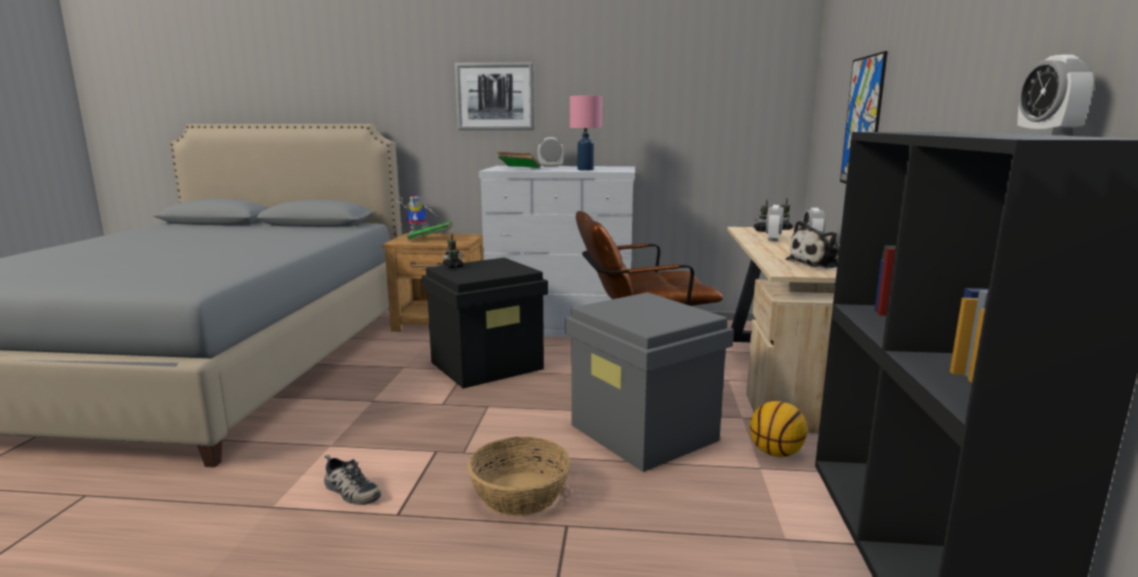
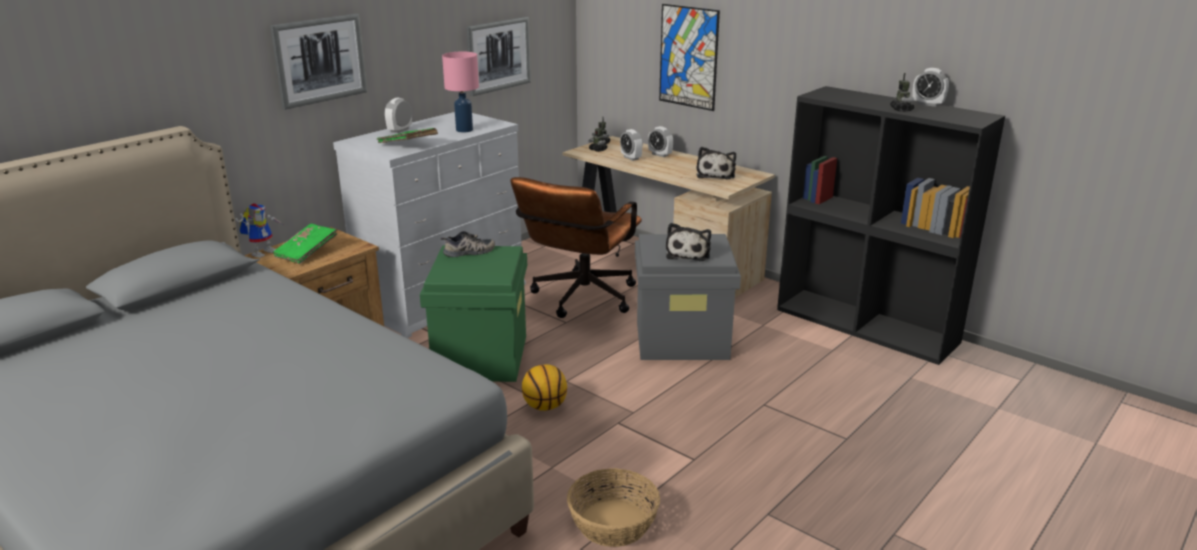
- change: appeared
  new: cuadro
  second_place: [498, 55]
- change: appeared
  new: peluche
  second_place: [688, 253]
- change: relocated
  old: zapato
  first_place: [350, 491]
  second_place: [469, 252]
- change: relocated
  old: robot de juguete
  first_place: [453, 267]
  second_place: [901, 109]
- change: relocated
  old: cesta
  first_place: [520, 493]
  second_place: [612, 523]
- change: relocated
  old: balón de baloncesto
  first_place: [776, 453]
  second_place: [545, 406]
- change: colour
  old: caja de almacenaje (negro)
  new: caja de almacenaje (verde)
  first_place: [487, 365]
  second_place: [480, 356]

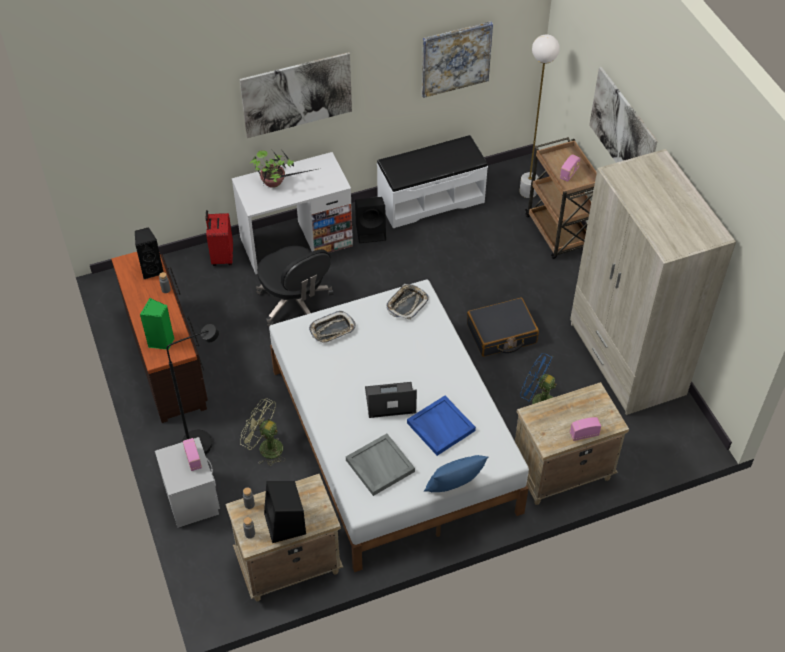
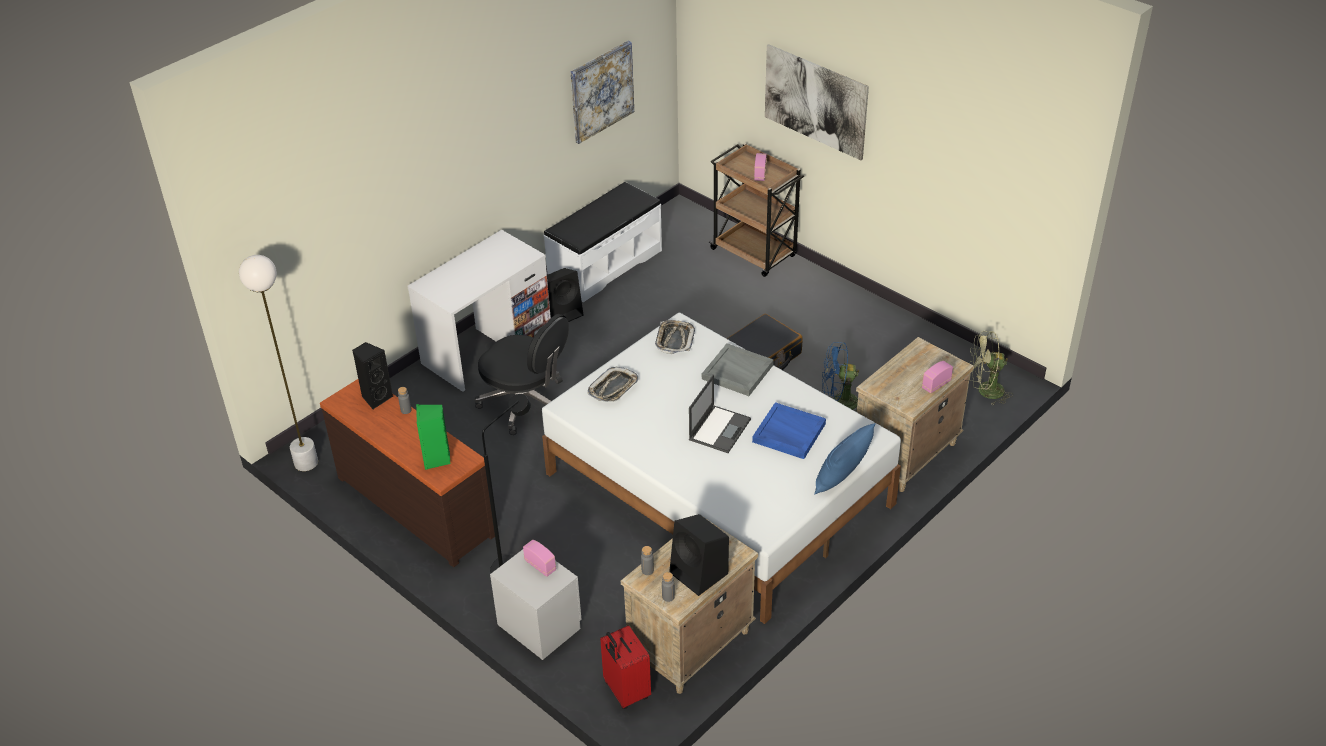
- change: missing
  old: cuadro
  first_place: [297, 94]
- change: missing
  old: planta en maceta
  first_place: [275, 183]
- change: missing
  old: armario ropero (beis)
  first_place: [626, 359]
- change: relocated
  old: maleta (rojo)
  first_place: [221, 256]
  second_place: [625, 691]
- change: relocated
  old: ventilador (verde)
  first_place: [265, 447]
  second_place: [985, 391]
- change: relocated
  old: bandeja (gris)
  first_place: [379, 465]
  second_place: [736, 372]
- change: relocated
  old: lámpara de pie (blanco)
  first_place: [528, 192]
  second_place: [306, 463]
- change: spun
  old: portátil
  first_place: [389, 400]
  second_place: [720, 429]
  degrees: 150

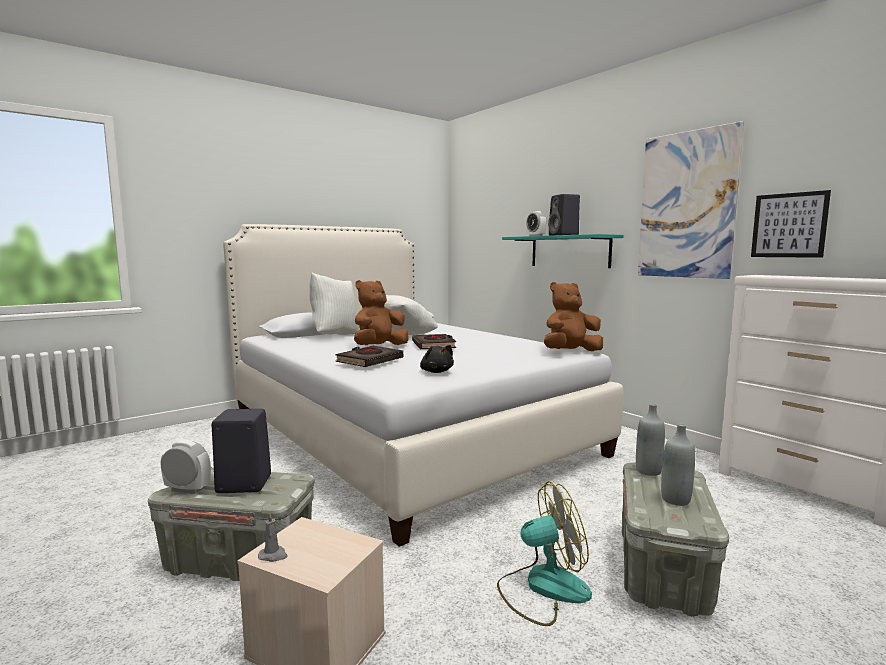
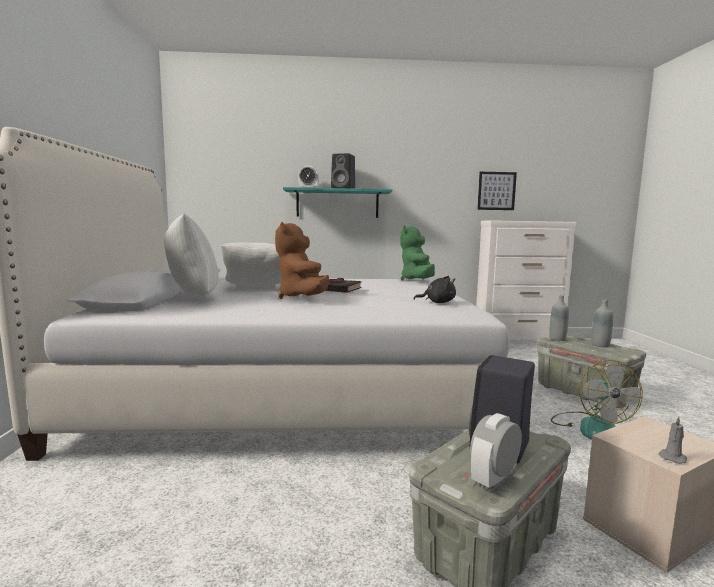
- change: missing
  old: libro (negro)
  first_place: [369, 361]
- change: missing
  old: cuadro
  first_place: [686, 205]
- change: colour
  old: peluche (marrón)
  new: peluche (verde)
  first_place: [570, 352]
  second_place: [418, 281]
- change: spun
  old: ventilador
  first_place: [543, 588]
  second_place: [590, 426]
  degrees: 150

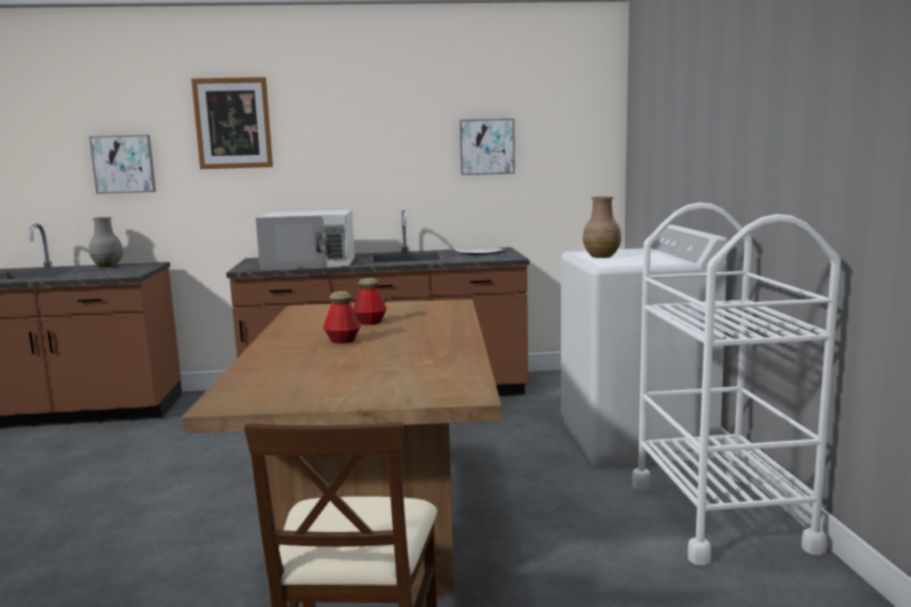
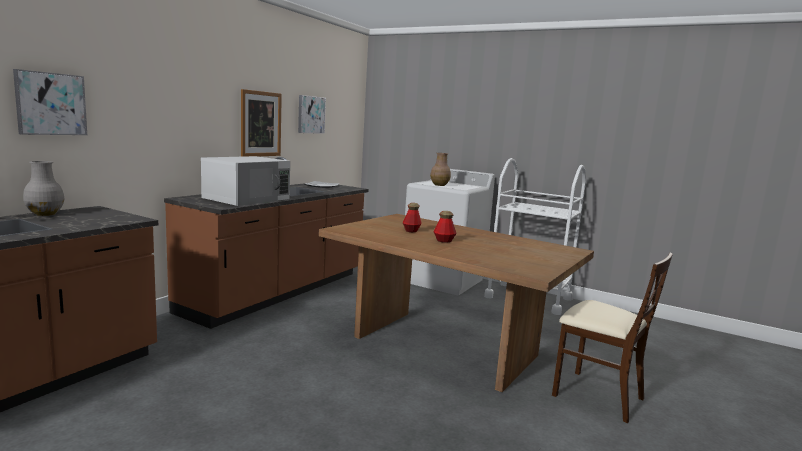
- change: relocated
  old: cuadro
  first_place: [233, 123]
  second_place: [261, 124]

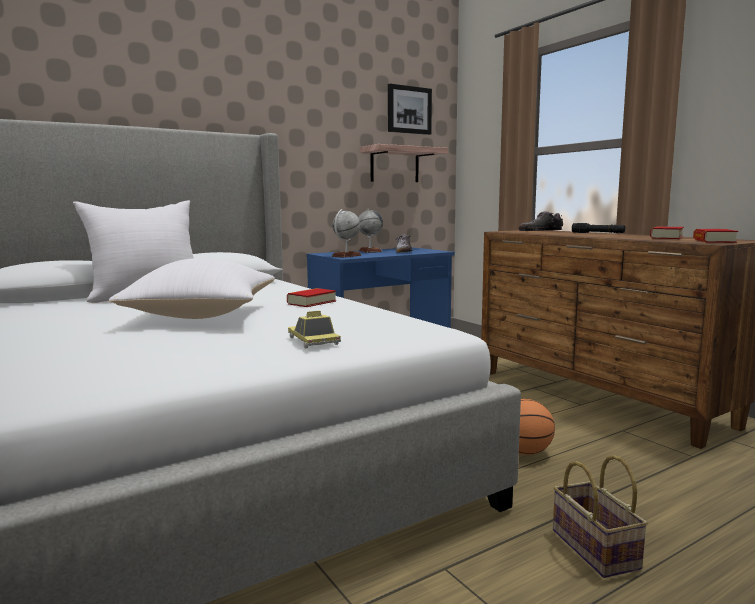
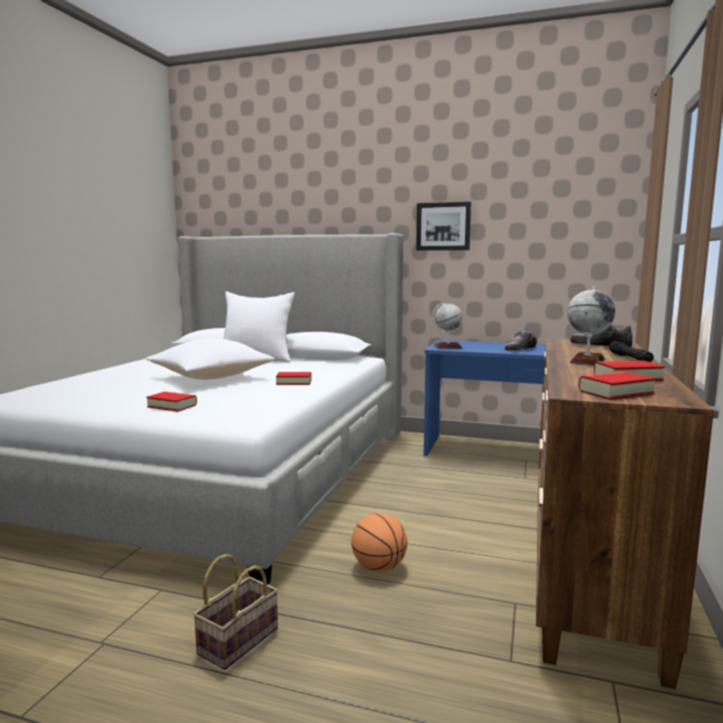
- change: missing
  old: estante
  first_place: [394, 165]
- change: relocated
  old: globo terráqueo
  first_place: [370, 251]
  second_place: [587, 361]
- change: relocated
  old: cuadro
  first_place: [409, 110]
  second_place: [443, 226]
- change: exchanged
  old: coche de juguete
  new: libro
  first_place: [313, 341]
  second_place: [172, 406]

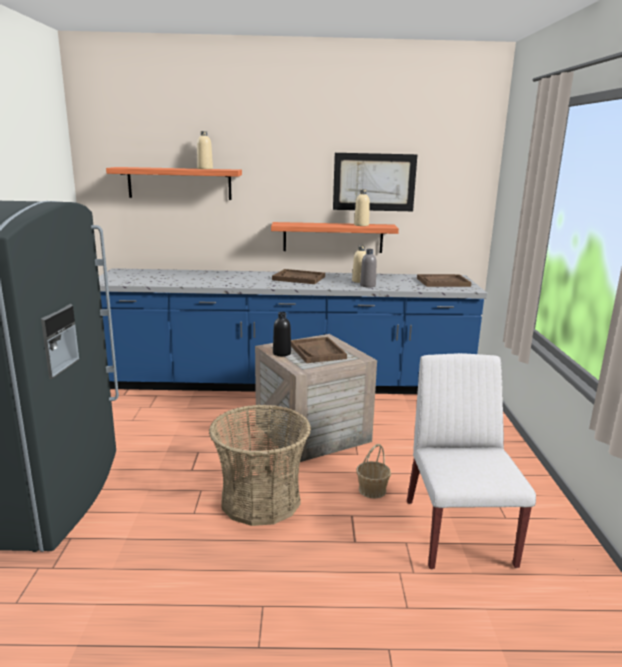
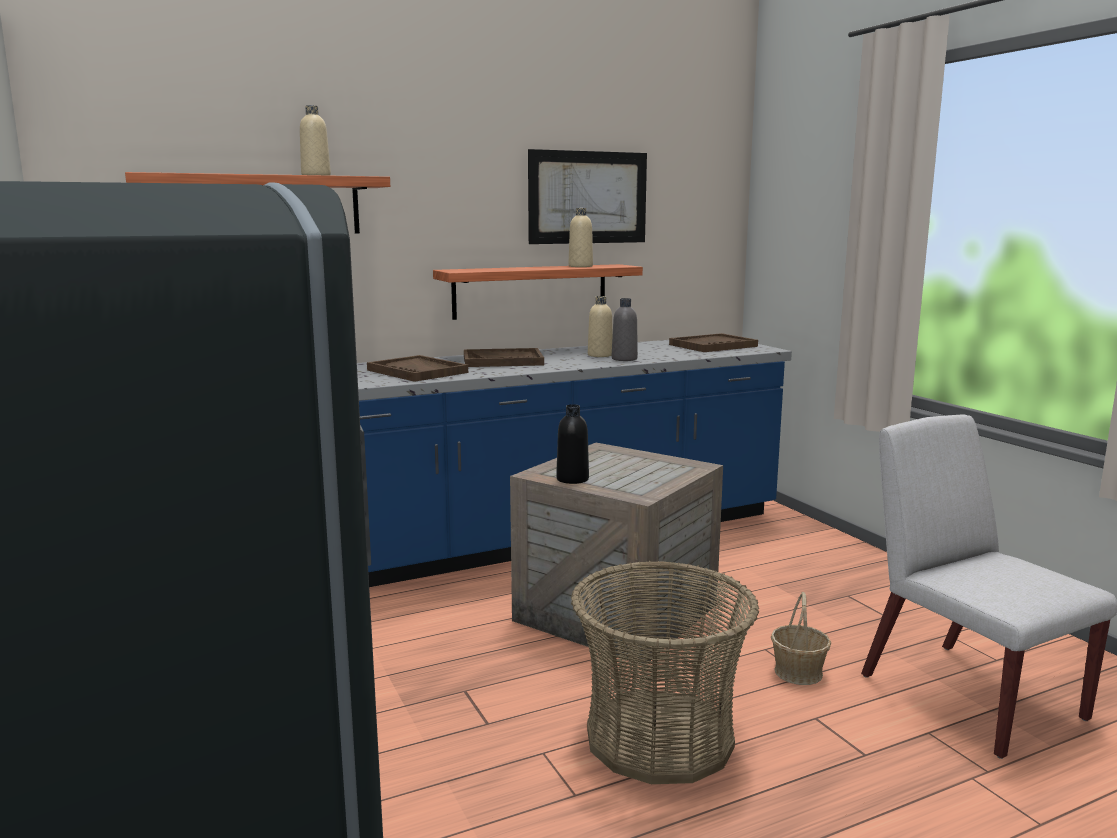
- change: relocated
  old: bandeja (marrón)
  first_place: [317, 351]
  second_place: [417, 371]

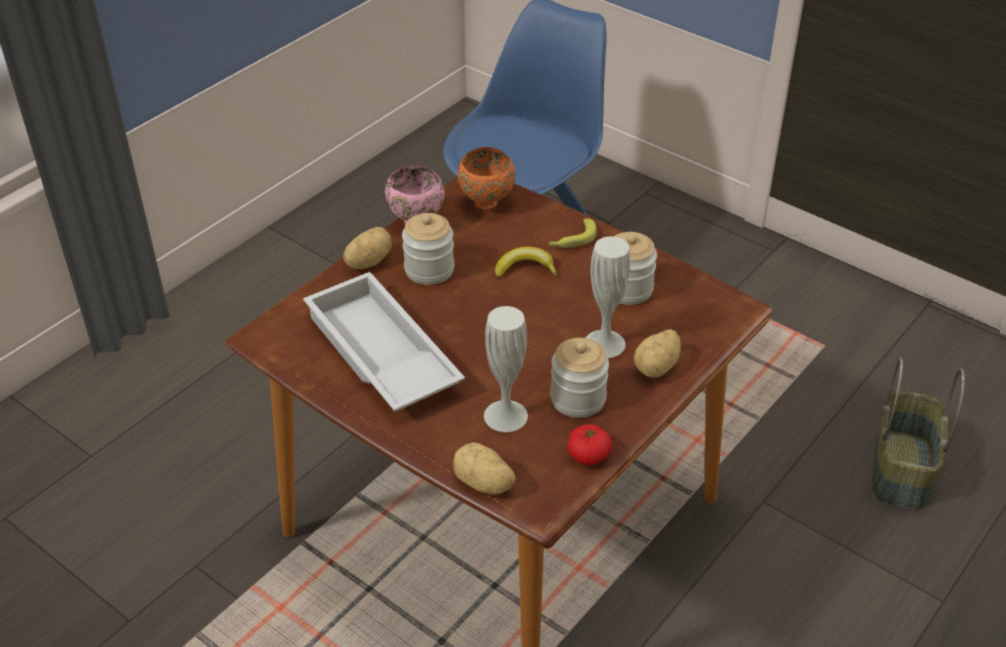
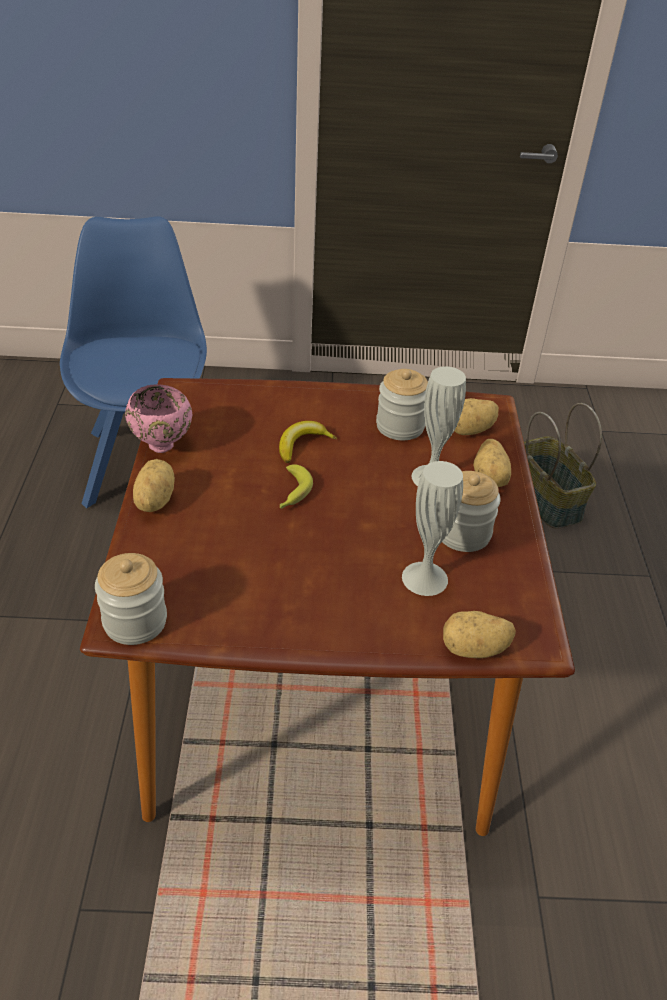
- change: missing
  old: bandeja (blanco)
  first_place: [379, 355]
- change: missing
  old: cuenco (naranja)
  first_place: [487, 204]
- change: missing
  old: tomate
  first_place: [588, 455]
- change: appeared
  new: patata
  second_place: [470, 430]
- change: relocated
  old: tarro
  first_place: [429, 270]
  second_place: [135, 621]
- change: relocated
  old: plátano
  first_place: [572, 240]
  second_place: [291, 493]

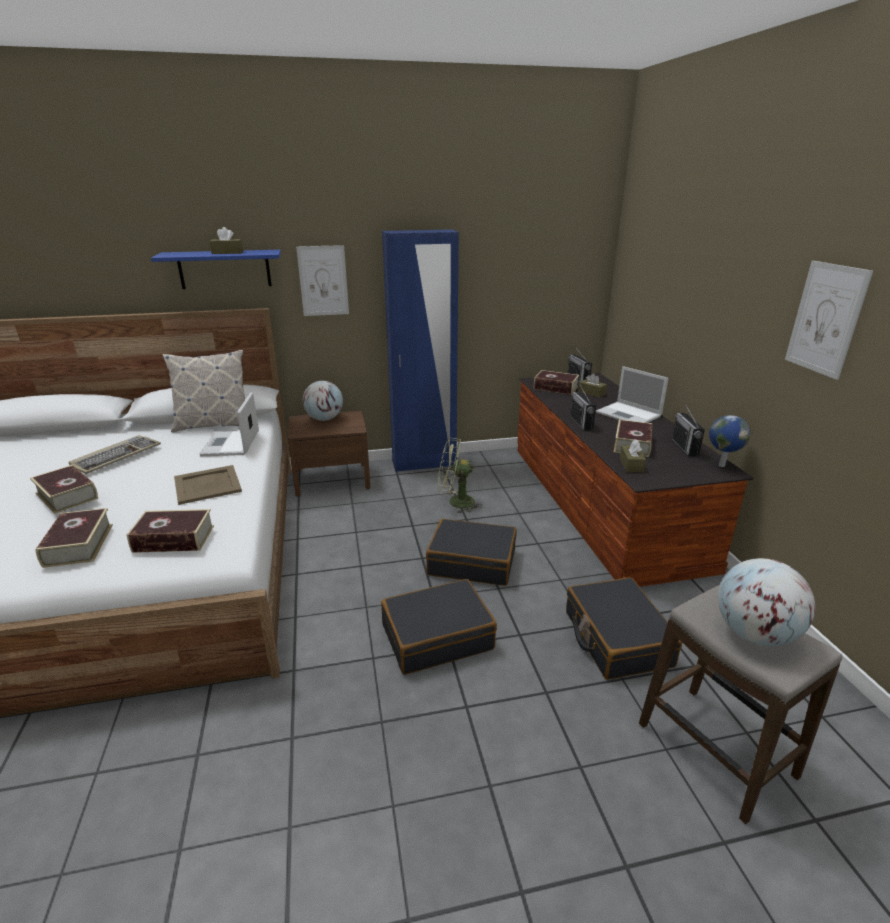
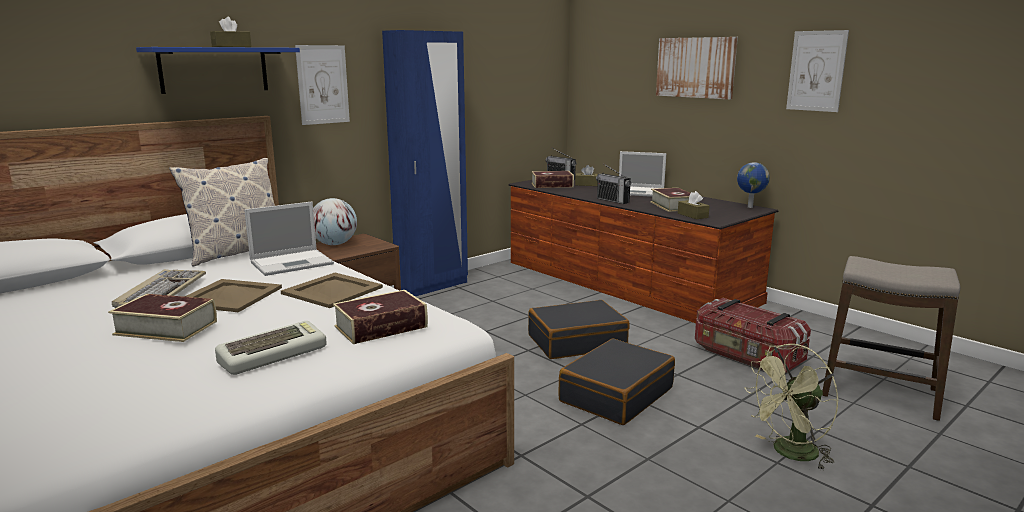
- change: missing
  old: radio
  first_place: [684, 447]
- change: missing
  old: globo terráqueo
  first_place: [754, 634]
- change: appeared
  new: bandeja (beis)
  second_place: [229, 296]
- change: appeared
  new: cuadro
  second_place: [695, 67]
- change: relocated
  old: ventilador (verde)
  first_place: [455, 502]
  second_place: [789, 454]
- change: exchanged
  old: libro
  new: teclado
  first_place: [79, 545]
  second_place: [273, 354]
- change: exchanged
  old: maleta (negro)
  new: caja de almacenaje
  first_place: [616, 638]
  second_place: [746, 356]
- change: spun
  old: portátil
  first_place: [231, 444]
  second_place: [293, 262]
  degrees: -90

